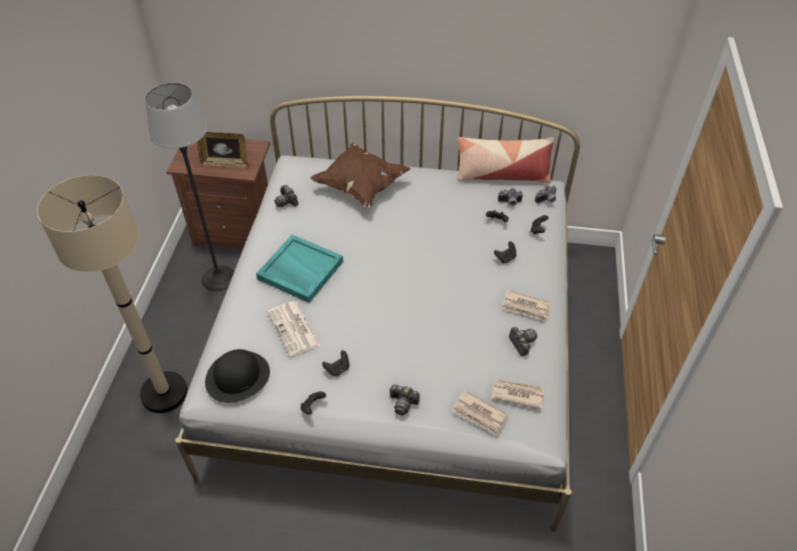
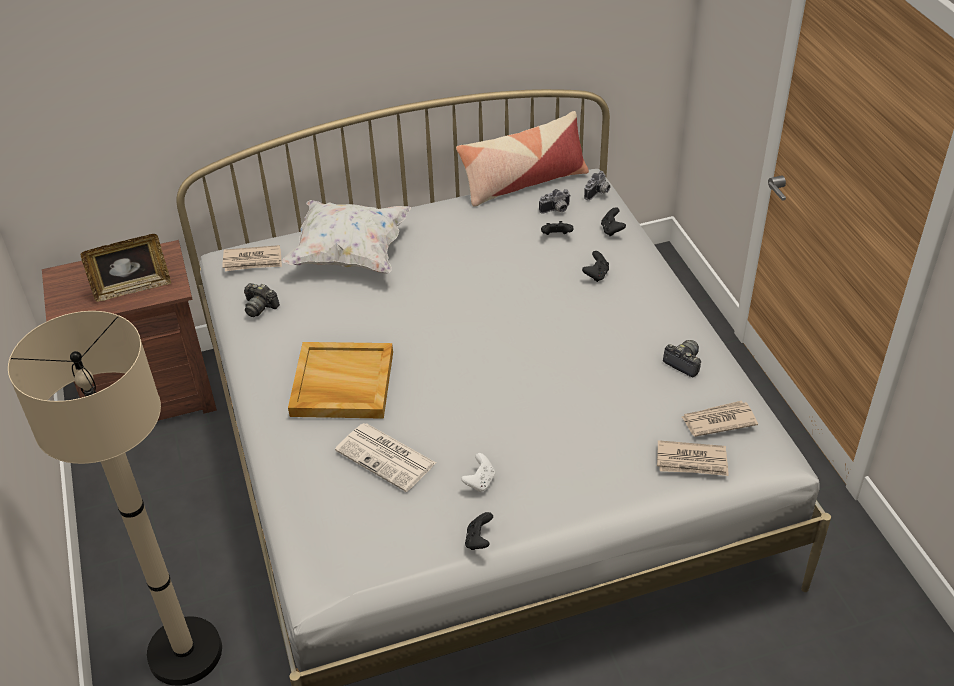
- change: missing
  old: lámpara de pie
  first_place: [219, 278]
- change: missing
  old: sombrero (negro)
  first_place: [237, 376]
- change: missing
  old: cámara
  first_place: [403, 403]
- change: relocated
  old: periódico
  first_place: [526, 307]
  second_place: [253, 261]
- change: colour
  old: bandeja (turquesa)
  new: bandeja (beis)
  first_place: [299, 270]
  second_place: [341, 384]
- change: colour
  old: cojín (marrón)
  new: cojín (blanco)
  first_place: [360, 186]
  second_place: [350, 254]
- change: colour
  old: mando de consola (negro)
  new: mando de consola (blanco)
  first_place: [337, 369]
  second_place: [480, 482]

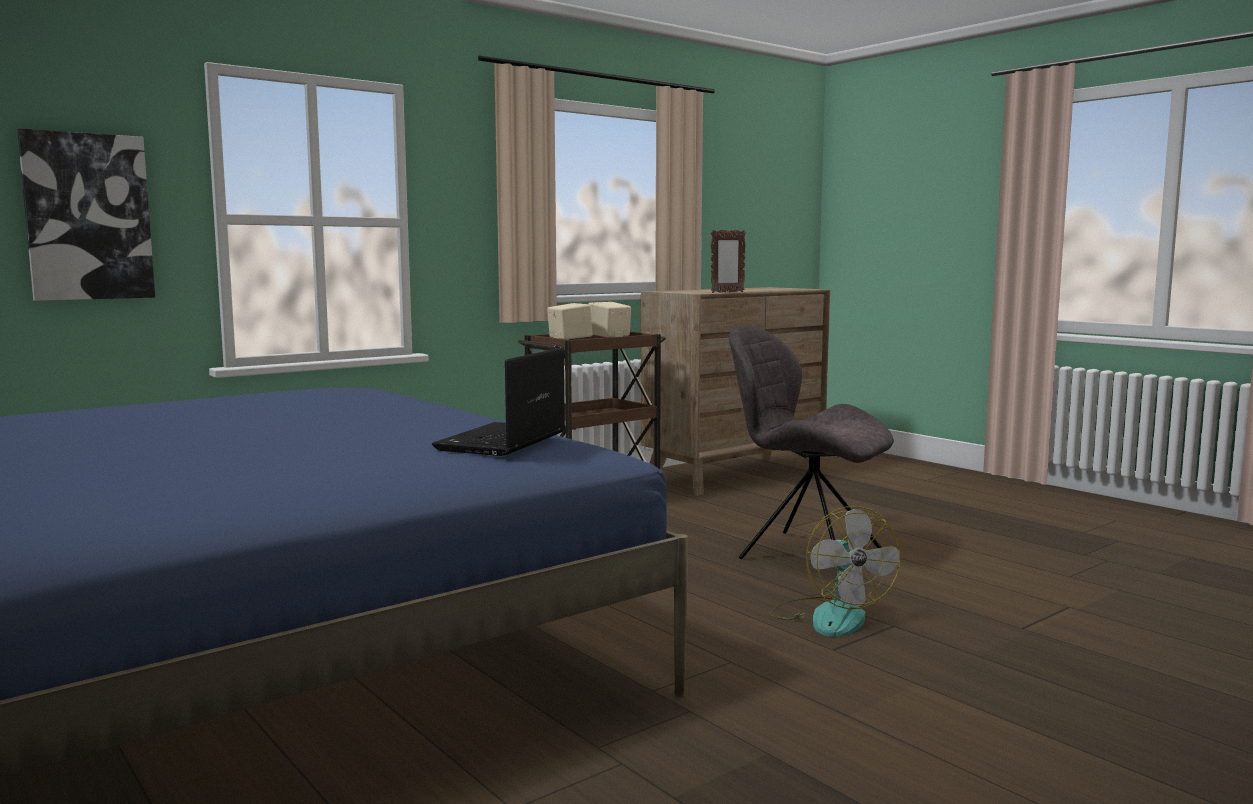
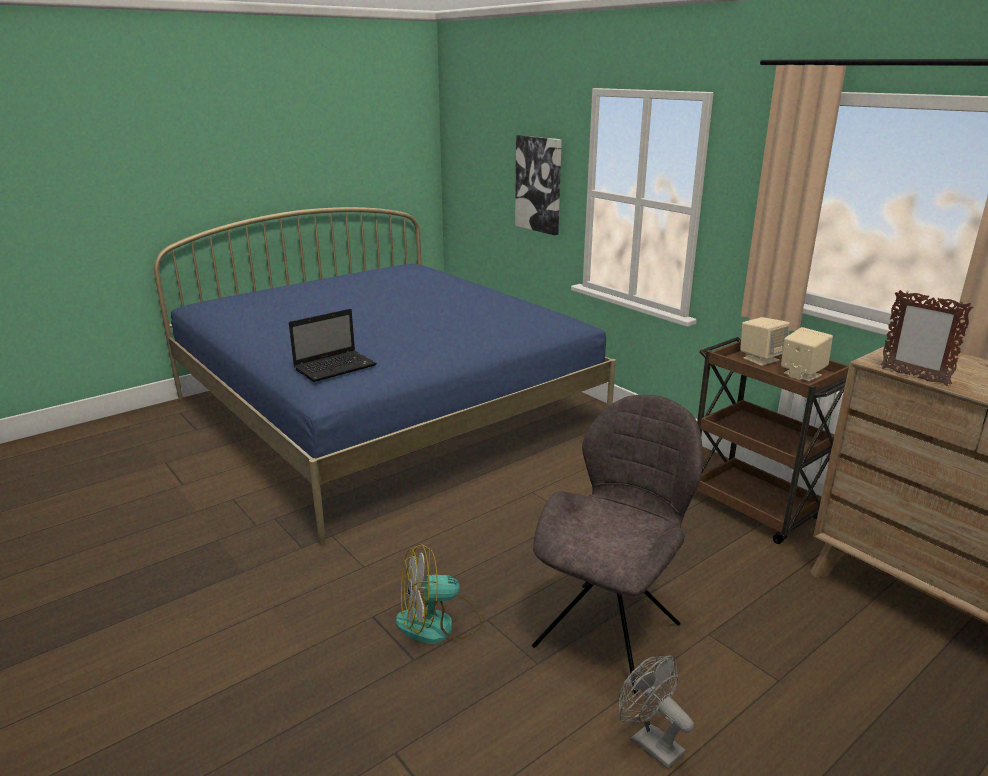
- change: appeared
  new: ventilador (gris)
  second_place: [650, 742]
- change: spun
  old: portátil
  first_place: [502, 442]
  second_place: [336, 367]
  degrees: 120

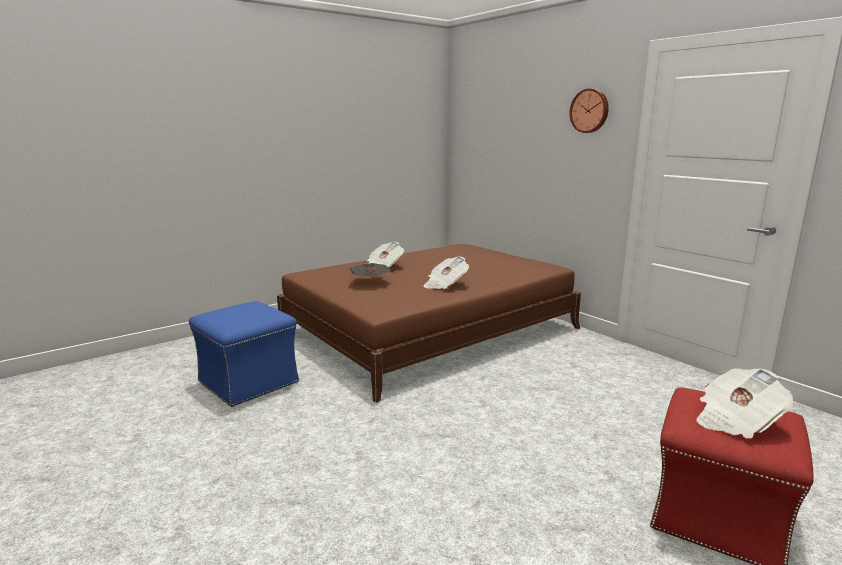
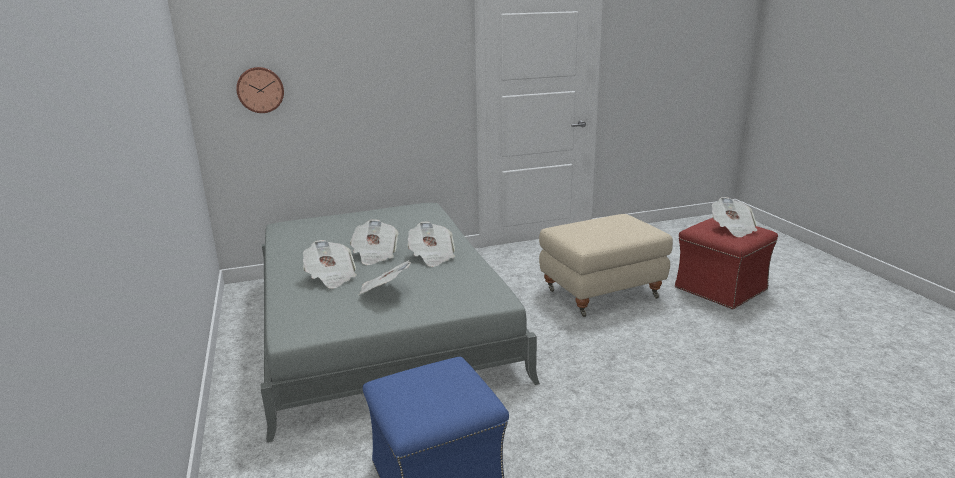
- change: appeared
  new: periódico
  second_place: [375, 255]
- change: appeared
  new: puf (beis)
  second_place: [601, 292]
- change: relocated
  old: reloj de pared
  first_place: [590, 111]
  second_place: [260, 90]
- change: colour
  old: cama (marrón)
  new: cama (gris)
  first_place: [429, 329]
  second_place: [380, 323]

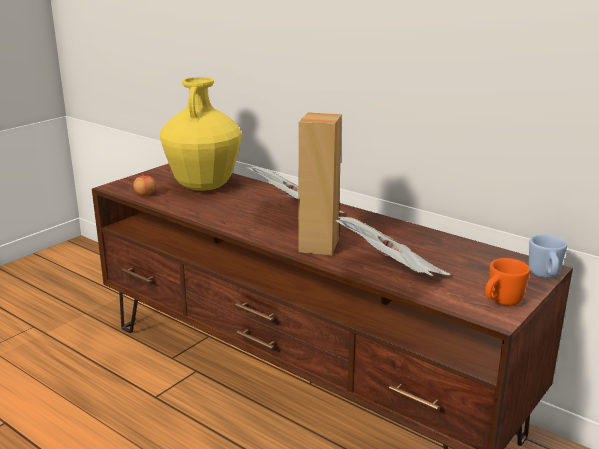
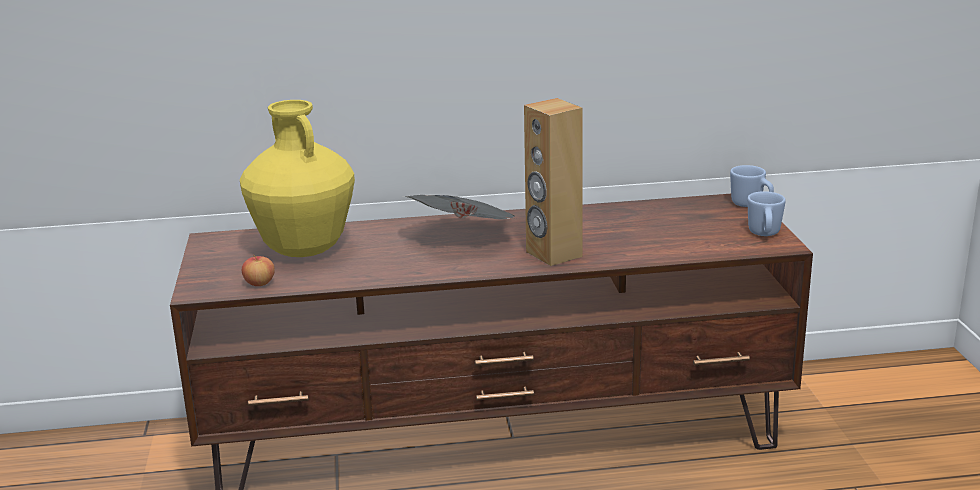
- change: missing
  old: periódico
  first_place: [391, 274]
- change: colour
  old: taza grande (naranja)
  new: taza grande (azul)
  first_place: [501, 302]
  second_place: [764, 234]

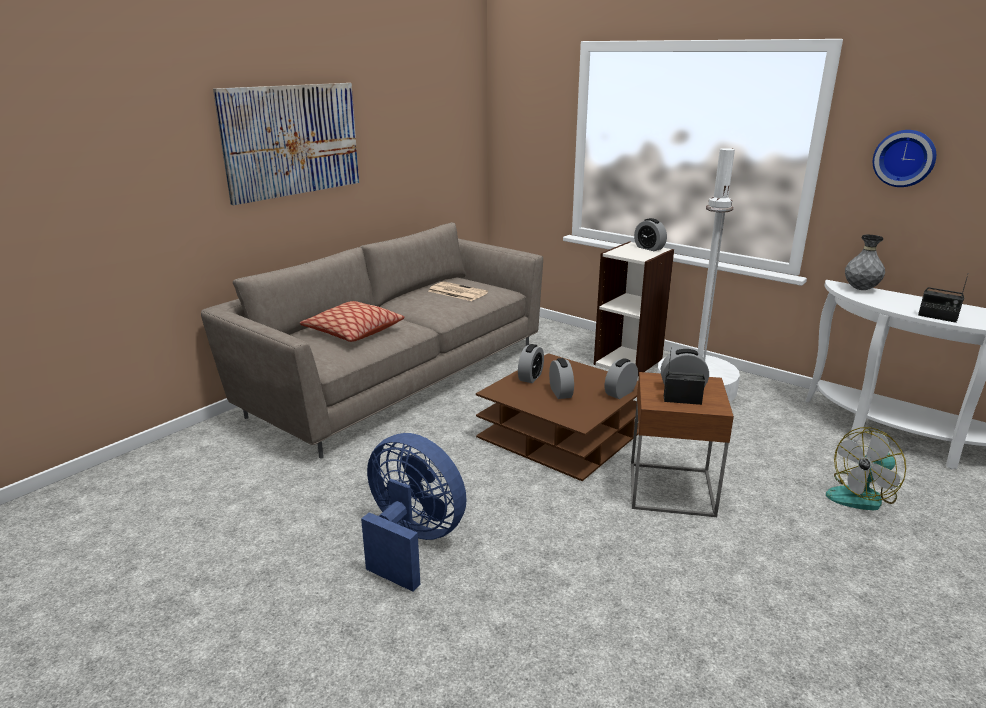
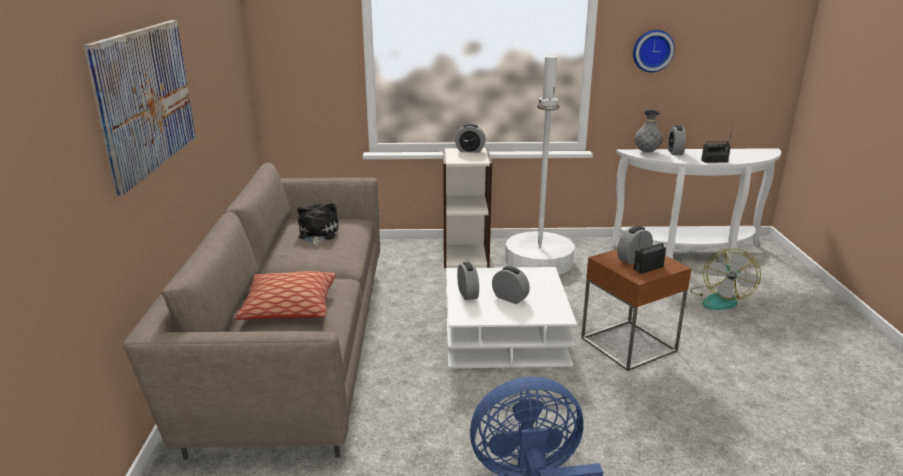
- change: relocated
  old: despertador
  first_place: [620, 393]
  second_place: [675, 152]
- change: exchanged
  old: periódico
  new: peluche
  first_place: [456, 292]
  second_place: [317, 235]
- change: colour
  old: mesa de centro (marrón)
  new: mesa de centro (blanco)
  first_place: [562, 434]
  second_place: [504, 335]

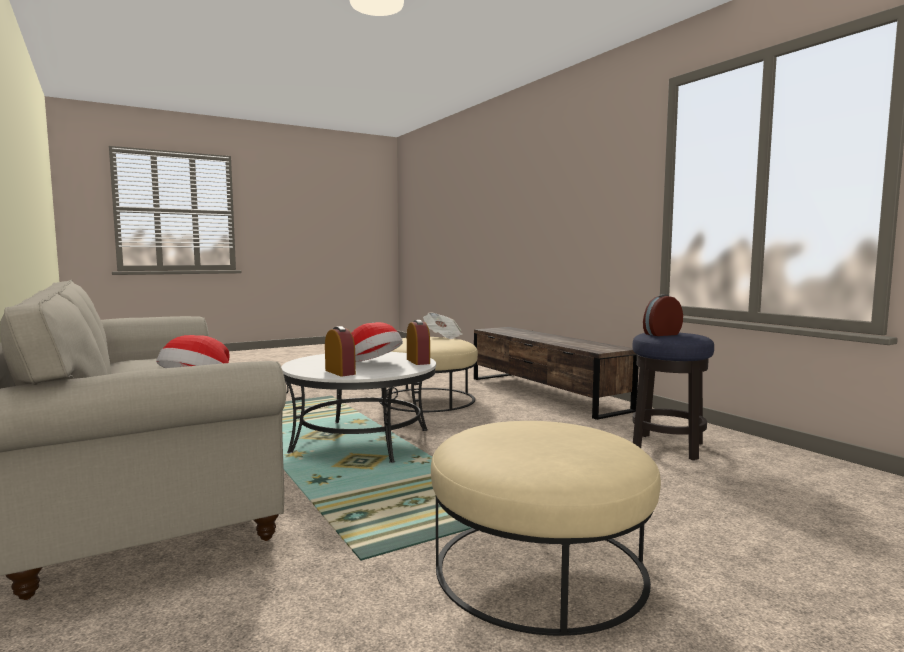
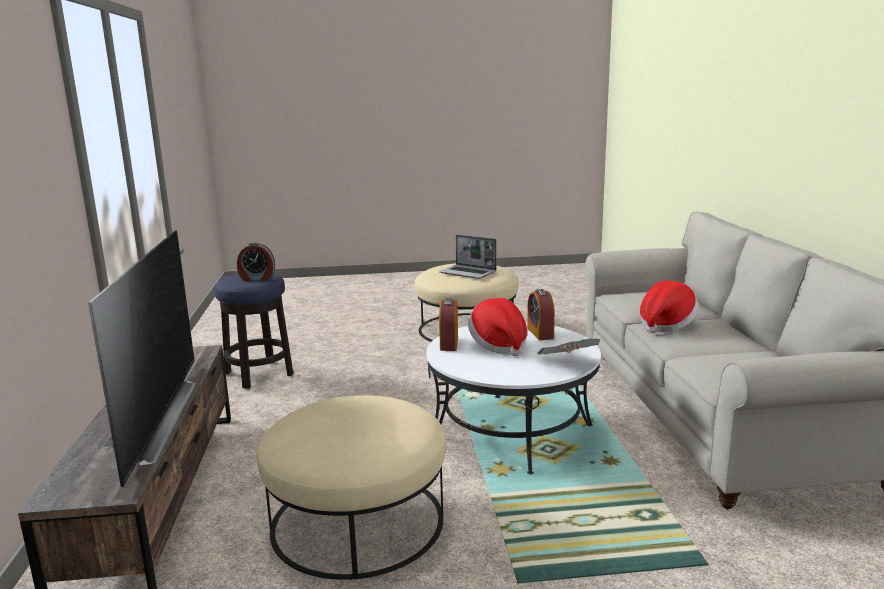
- change: appeared
  new: televisor
  second_place: [153, 419]
- change: appeared
  new: portátil
  second_place: [468, 273]
- change: relocated
  old: periódico
  first_place: [443, 336]
  second_place: [567, 363]

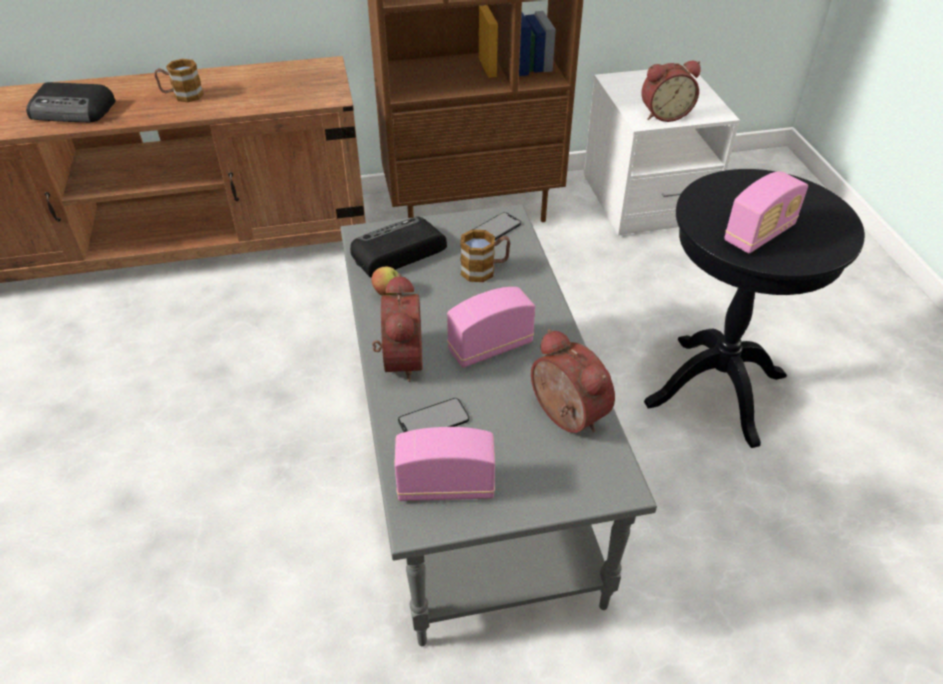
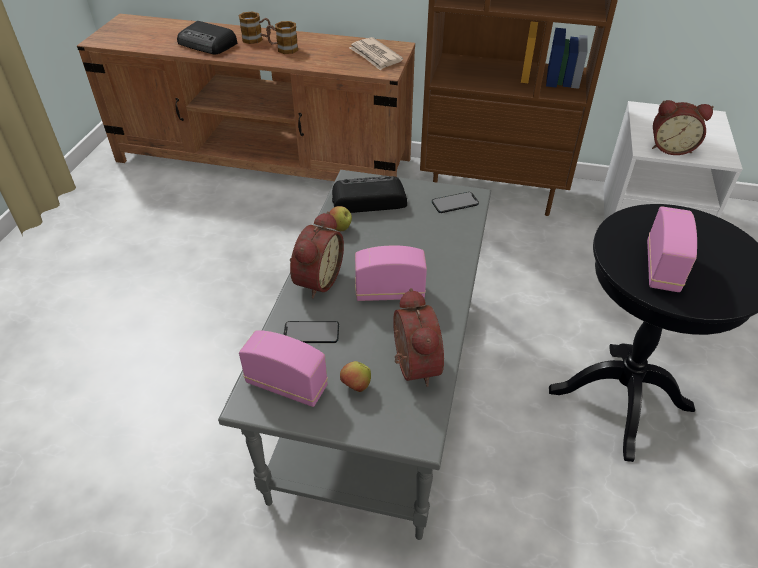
- change: appeared
  new: manzana
  second_place: [356, 386]
- change: appeared
  new: periódico
  second_place: [375, 56]
- change: relocated
  old: taza grande
  first_place: [485, 269]
  second_place: [257, 39]
- change: spun
  old: radio
  first_place: [759, 234]
  second_place: [662, 268]
  degrees: -60

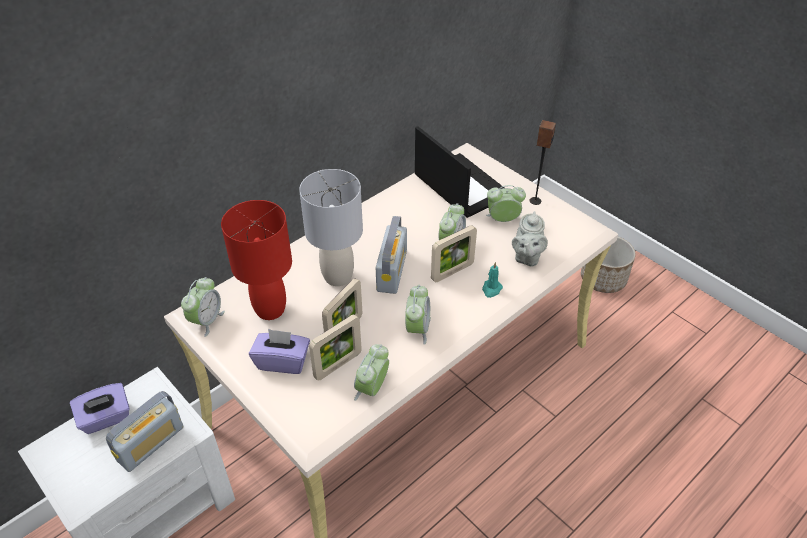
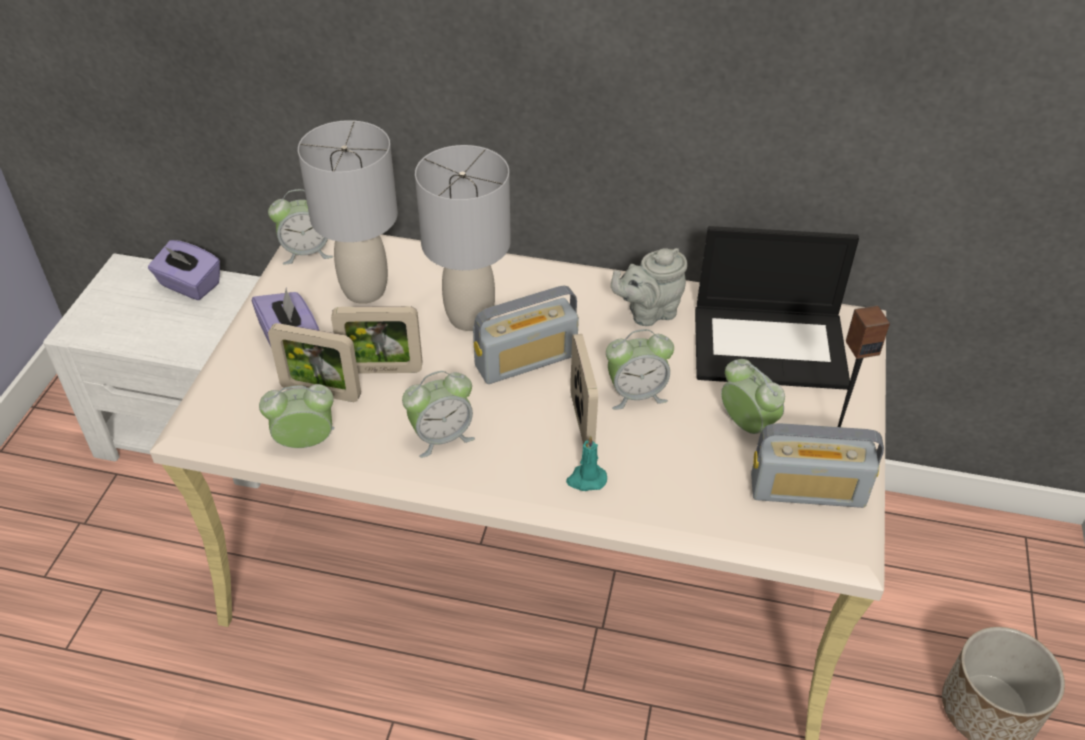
- change: relocated
  old: radio
  first_place: [151, 443]
  second_place: [807, 490]
- change: relocated
  old: tetera (gris)
  first_place: [526, 257]
  second_place: [648, 312]
- change: colour
  old: lámpara de mesa (rojo)
  new: lámpara de mesa (gris)
  first_place: [270, 310]
  second_place: [364, 291]
- change: spun
  old: portátil
  first_place: [460, 185]
  second_place: [771, 345]
  degrees: 75
- change: spun
  old: portarretratos
  first_place: [452, 272]
  second_place: [582, 421]
  degrees: -120

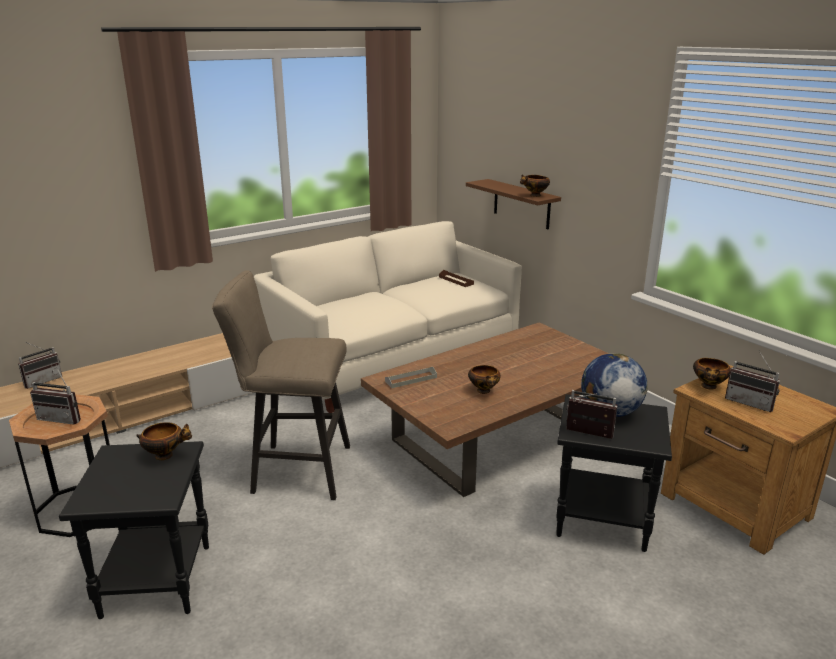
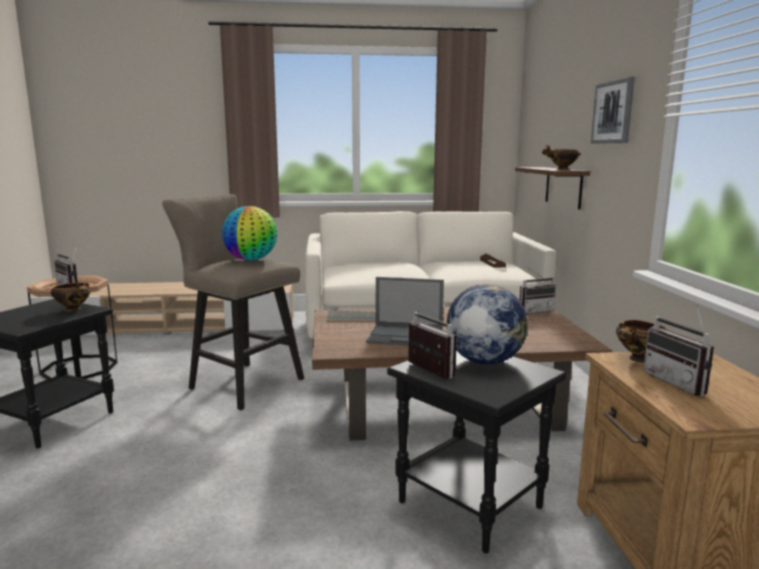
- change: appeared
  new: globo terráqueo
  second_place: [251, 260]
- change: appeared
  new: cuadro
  second_place: [613, 112]
- change: relocated
  old: radio
  first_place: [42, 380]
  second_place: [534, 311]
- change: exchanged
  old: cuenco
  new: portátil
  first_place: [484, 391]
  second_place: [406, 336]

